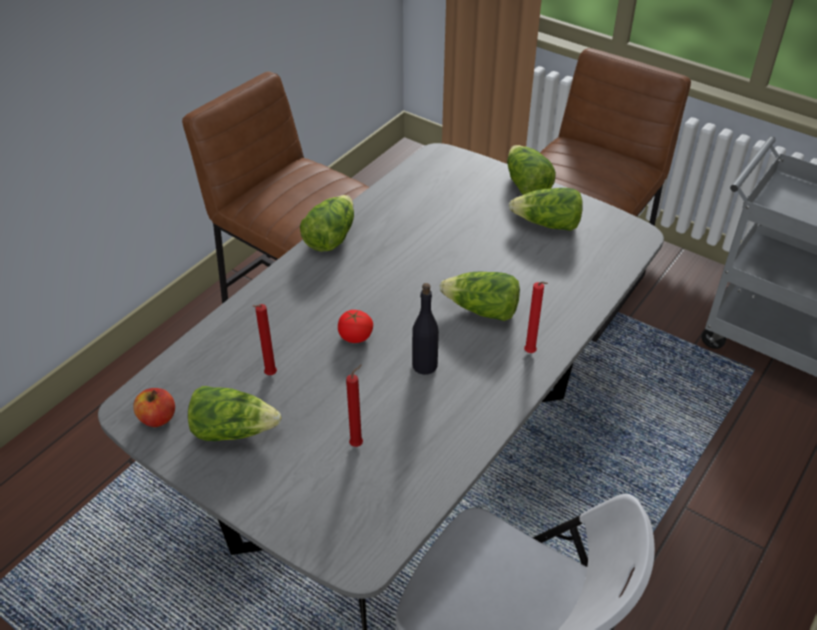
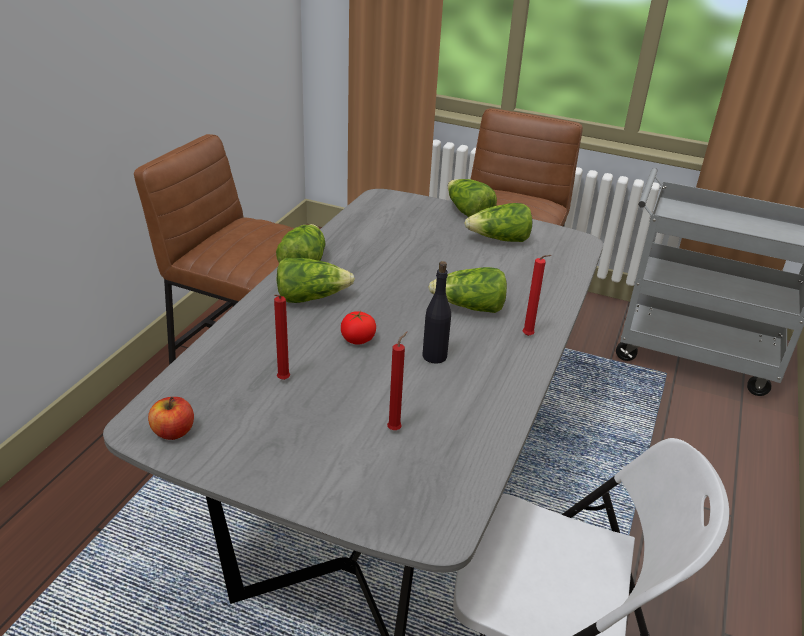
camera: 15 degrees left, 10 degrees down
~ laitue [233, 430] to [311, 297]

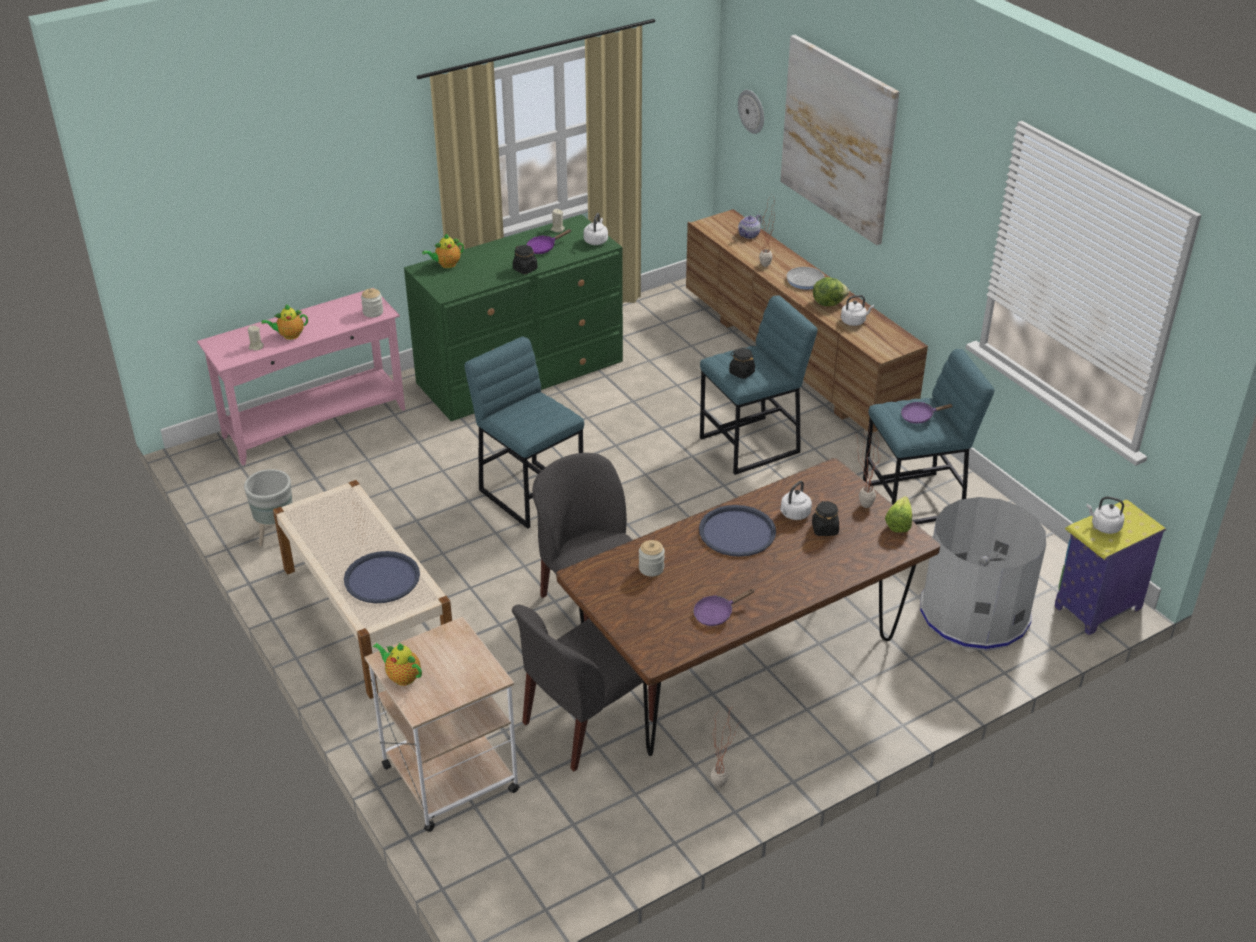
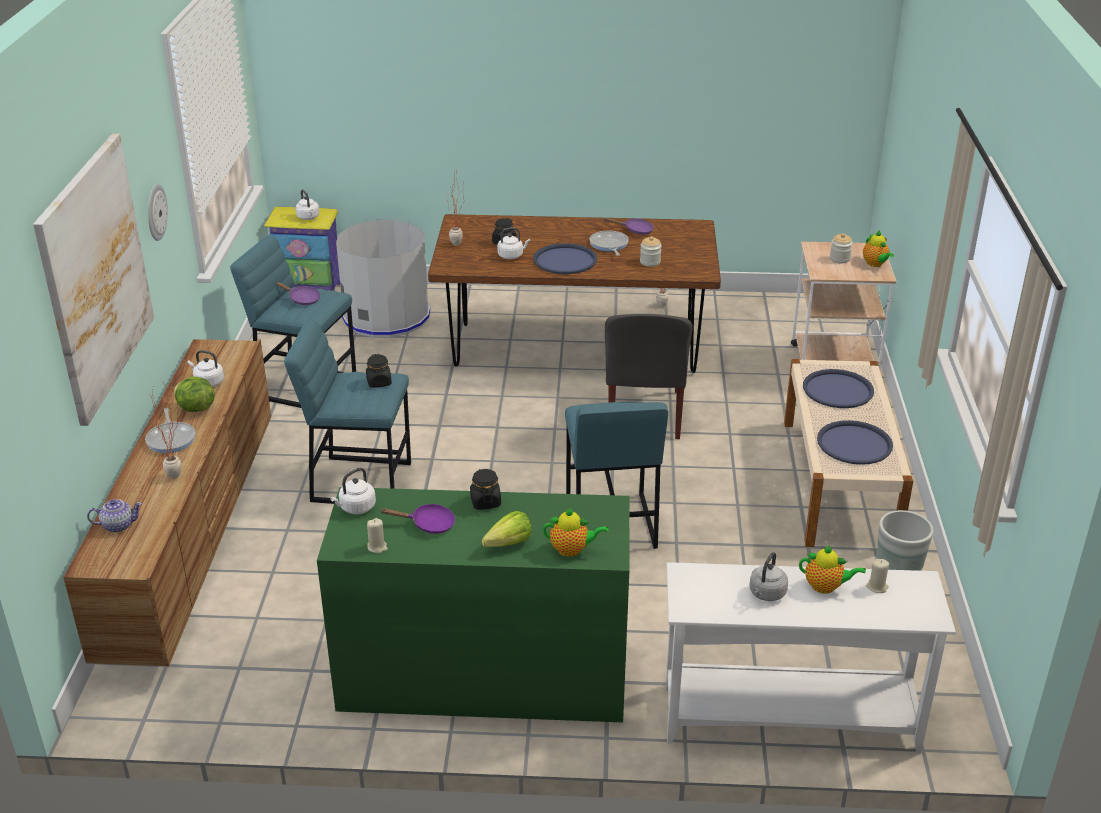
camera: 145 degrees left, 5 degrees down
~ horloge murale [752, 111] to [155, 212]
~ table console (rose) [315, 422] to table console (blanc) [788, 718]
~ bocal [373, 312] to [839, 259]
~ laitue [900, 522] to [504, 545]
- chaise (gris) [586, 723]
+ poêle [609, 245]
+ plateau (bleu) [854, 444]
+ bouilloire (gris) [766, 594]

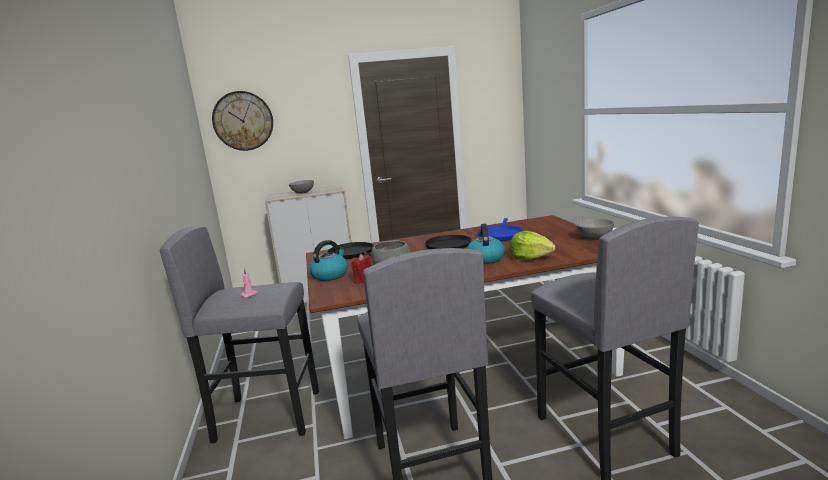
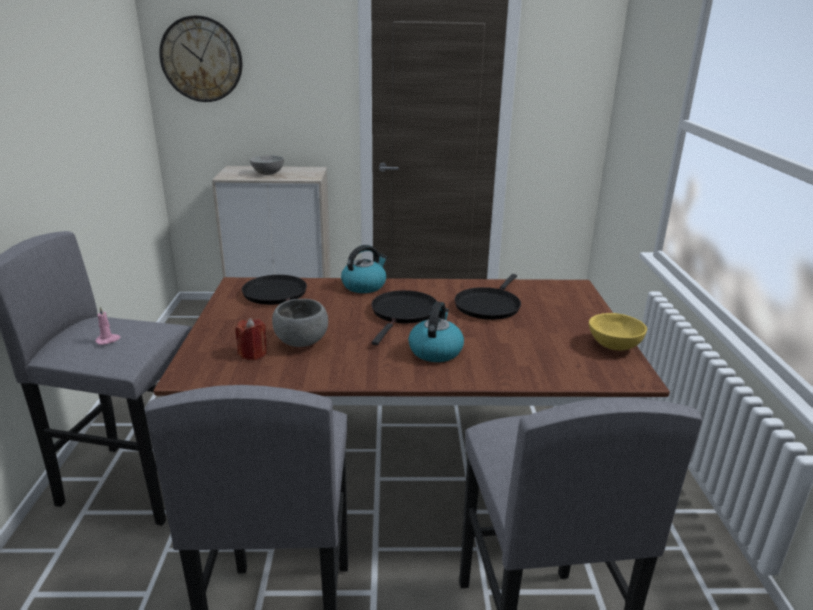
camera: 10 degrees right, 10 degrees up
~ poêle (bleu) [500, 235] to poêle (noir) [488, 305]
~ bol (gris) [594, 238] to bol (jaune) [613, 347]
- laitue [531, 257]
~ bouilloire [330, 275] to [364, 285]

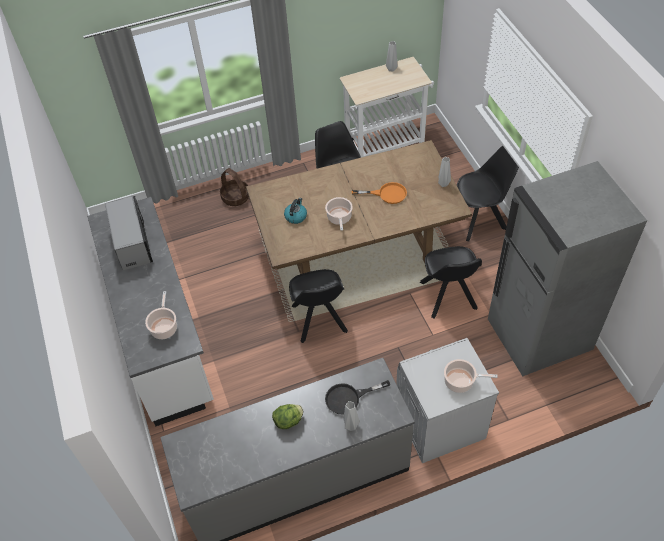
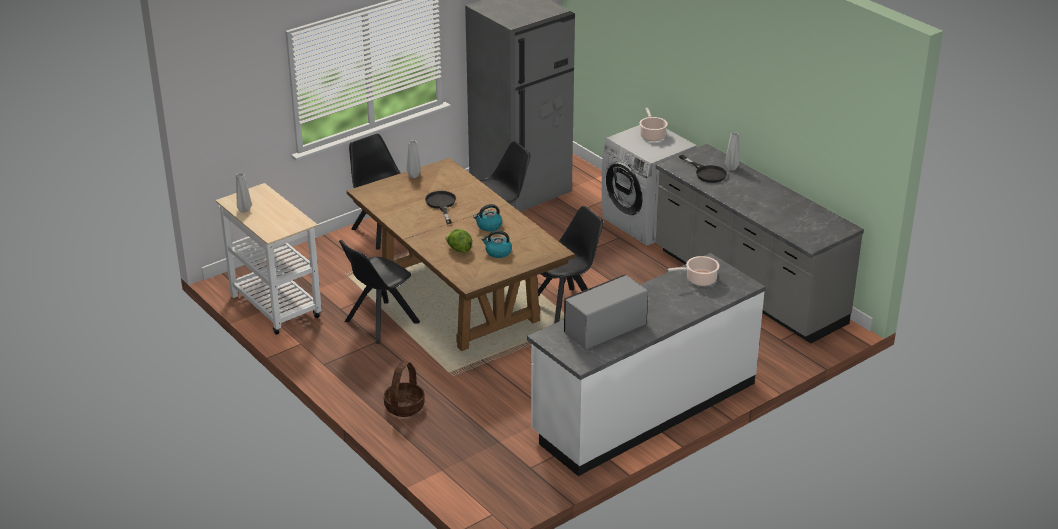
camera: 110 degrees left, 20 degrees down
~ poêle (orange) [387, 194] to poêle (noir) [441, 204]
~ marmite [339, 218] to bouilloire [489, 226]
~ laitue [289, 421] to [459, 249]

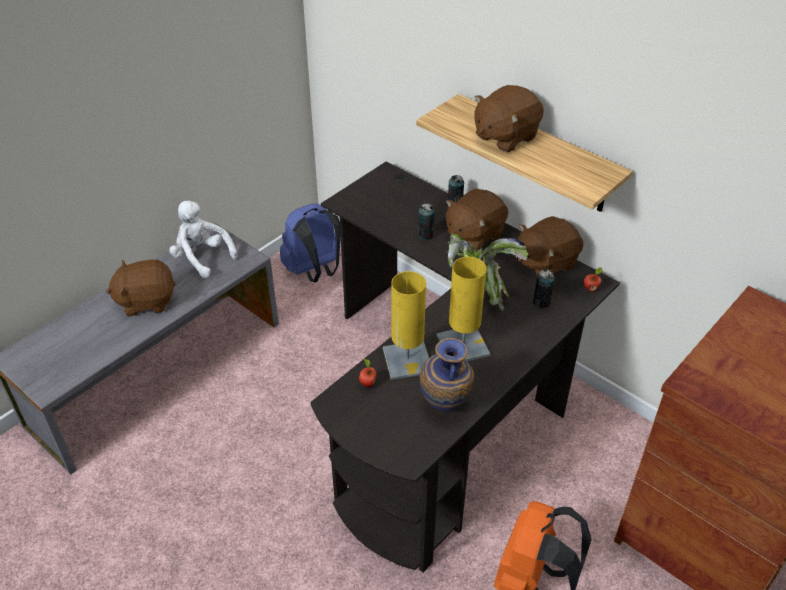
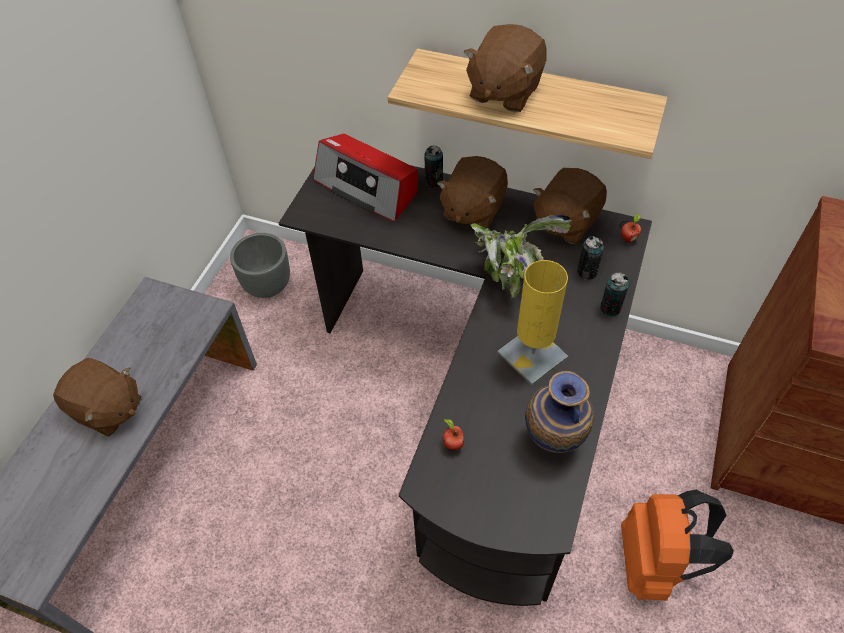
camera: 20 degrees left, 10 degrees up
- peluche (blanc) [202, 257]
~ sac à dos (bleu) [315, 271] to cache-pot (gris) [268, 287]
~ boîte métallique [425, 235] to [610, 308]
~ peluche (marron) [146, 301] = [107, 409] 120 degrees counterclockwise
- lampe de table (jaune) [407, 360]
+ radio [367, 187]

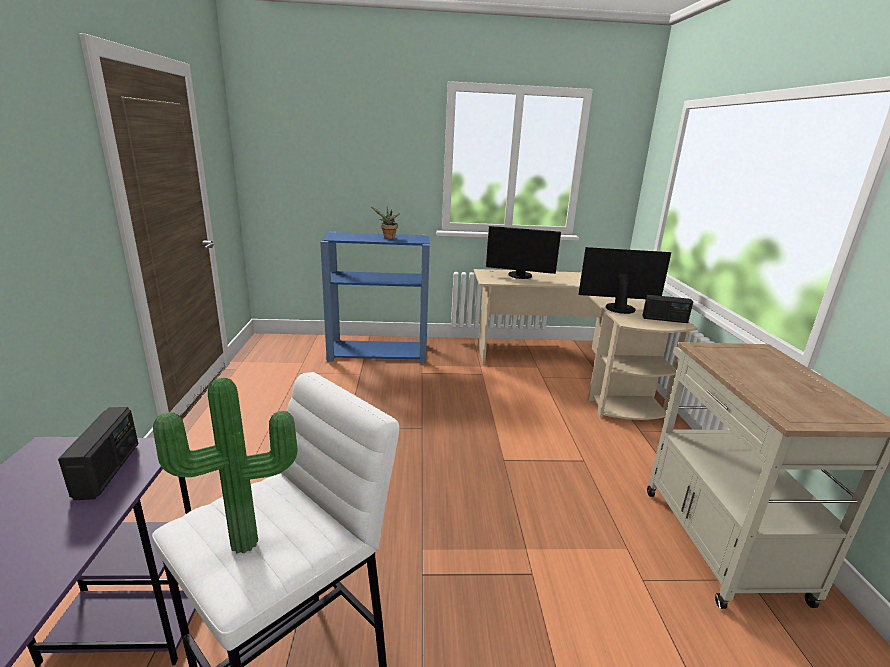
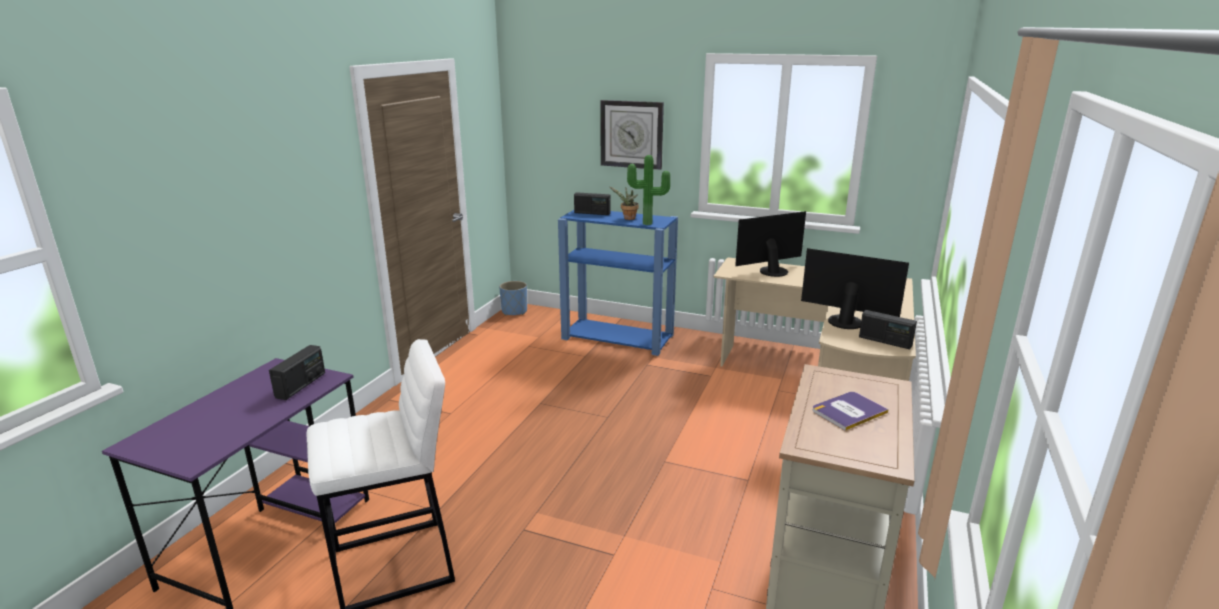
camera: 25 degrees right, 0 degrees up
~ écran d'ordinateur [520, 276] = [771, 271] 120 degrees clockwise
~ plante en pot [245, 547] to [647, 224]
+ horloge murale [631, 134]
+ radio [592, 213]
+ cache-pot (bleu) [514, 311]
+ livre [848, 411]

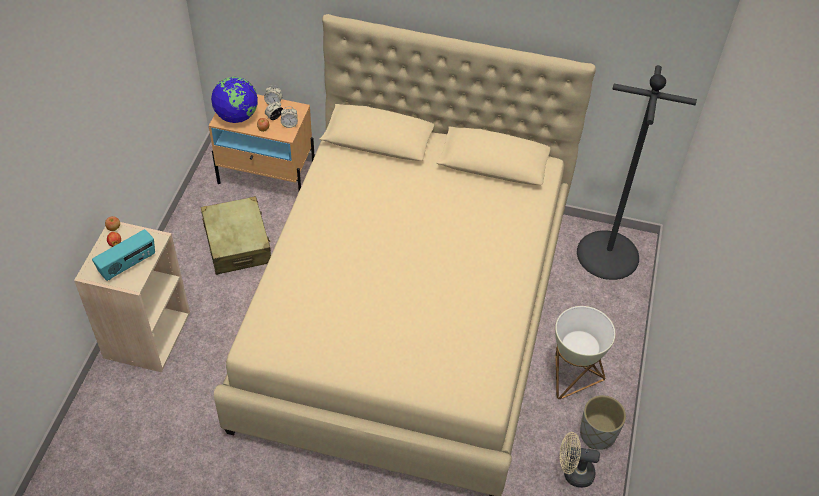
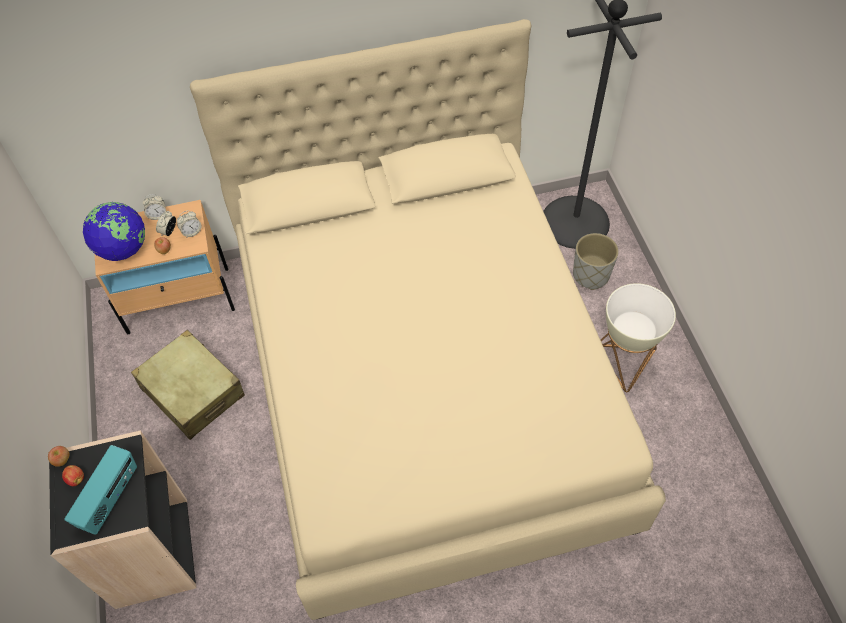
camera: 25 degrees left, 5 degrees up
~ bibliothèque (beige) [146, 334] to bibliothèque (noir) [150, 551]
~ cache-pot (gris) [598, 434] to [591, 275]
- ventilateur (beige) [573, 473]

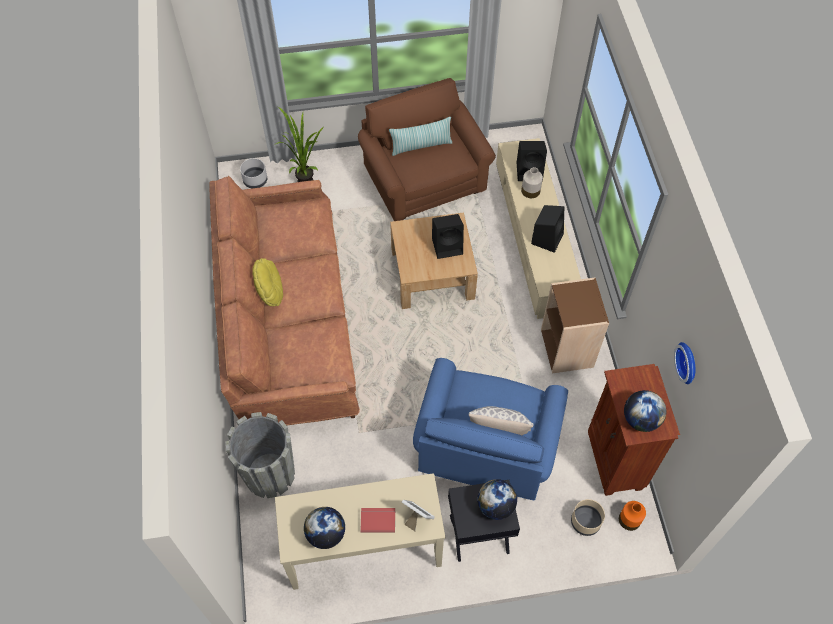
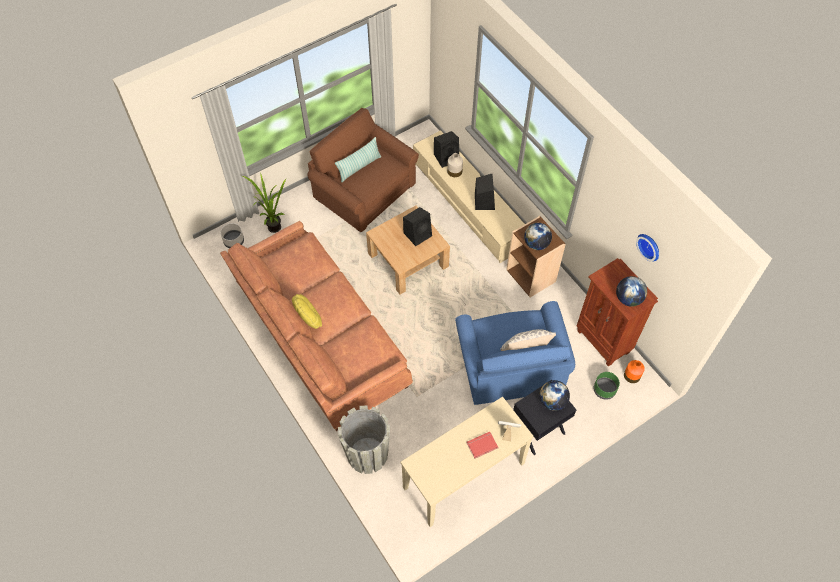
camera: 25 degrees left, 0 degrees up
~ cache-pot (beige) [585, 522] to cache-pot (vert) [604, 390]
~ globe [326, 534] to [536, 244]

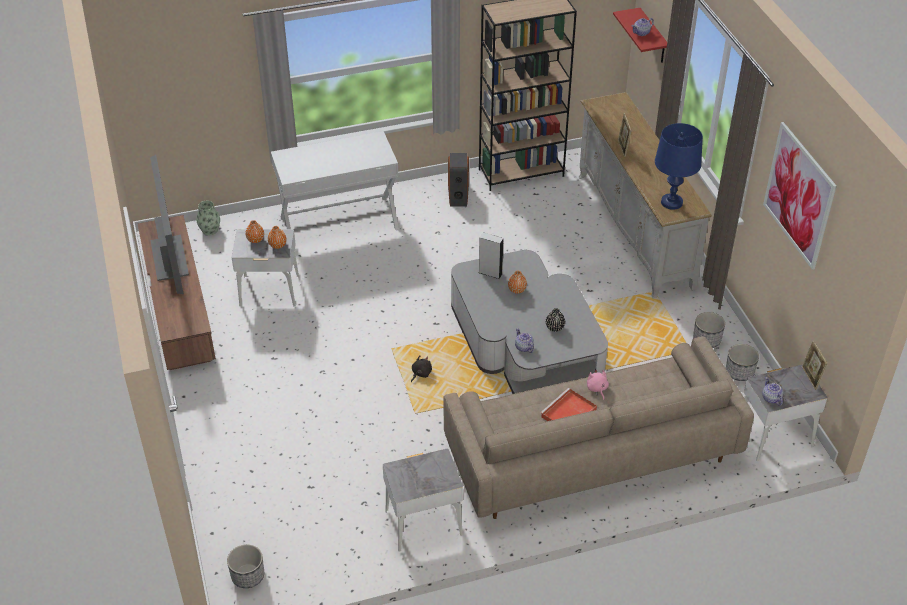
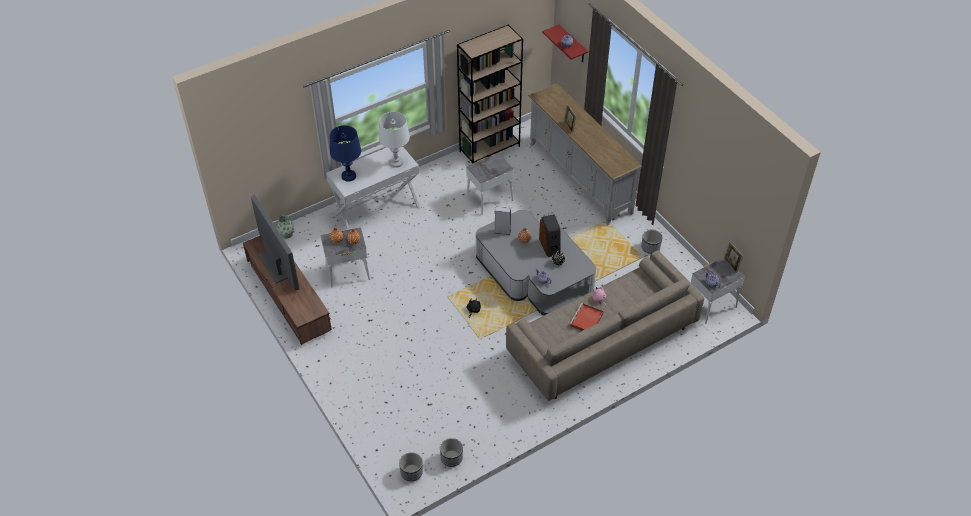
camera: 15 degrees left, 5 degrees up
- tableau [799, 195]
~ lampe de table (bleu) [671, 202] to [348, 176]
~ enceinte [458, 195] to [550, 246]
~ cache-pot [739, 372] to [451, 458]
~ table d'appoint [422, 522] to [489, 198]
+ lampe de table (blanc) [396, 162]

